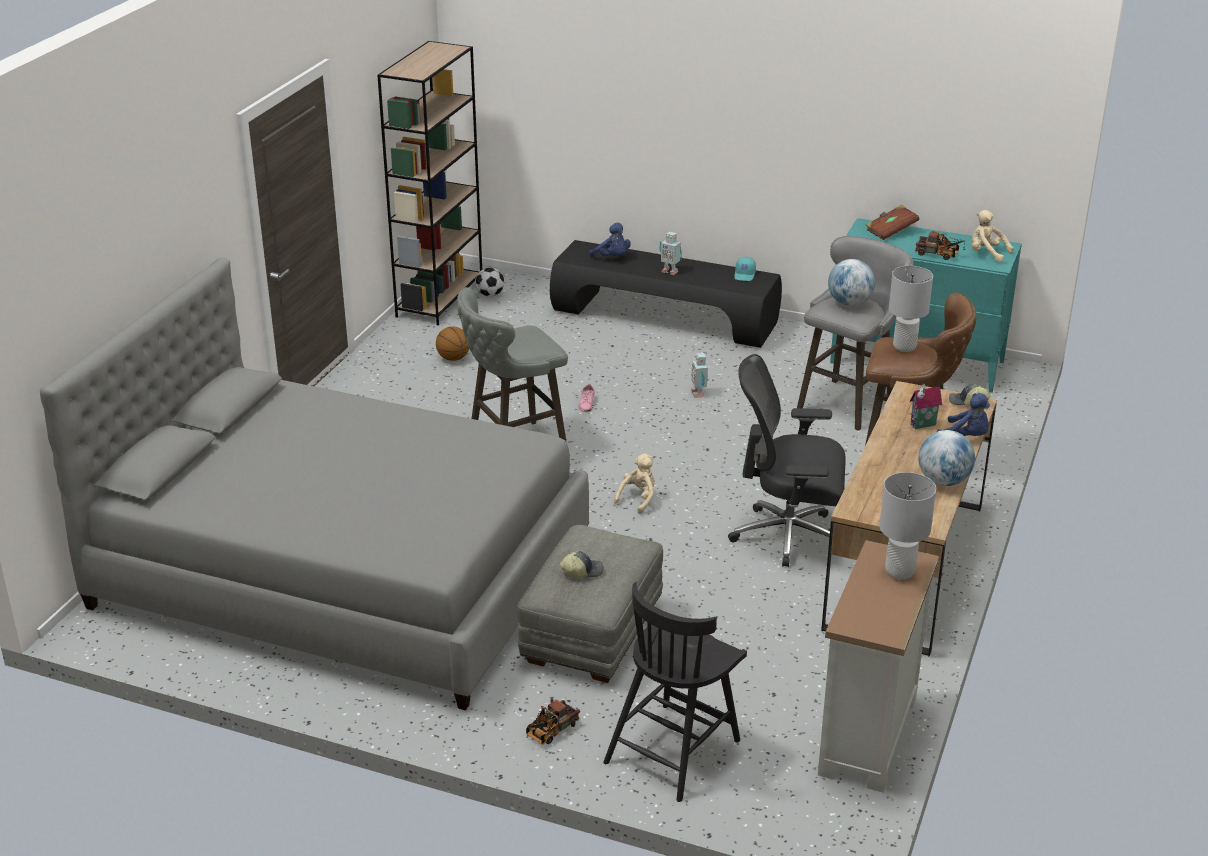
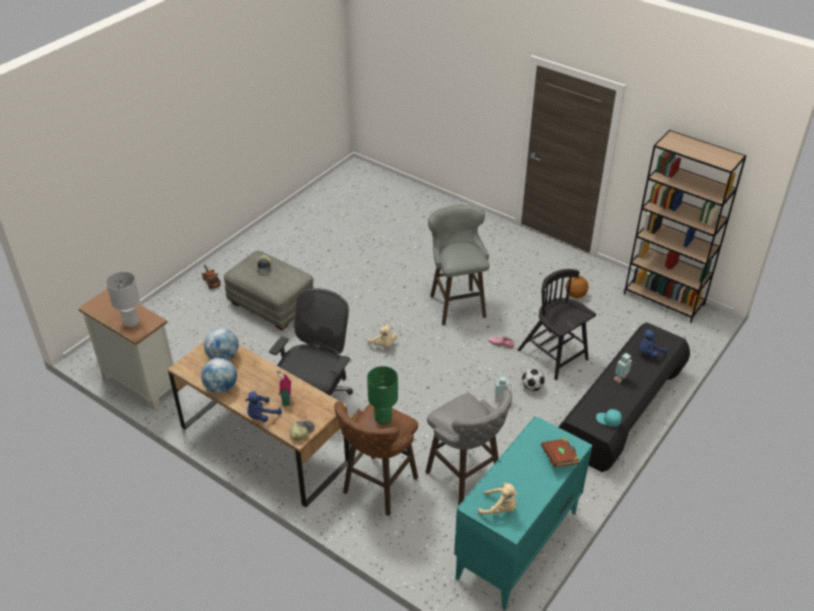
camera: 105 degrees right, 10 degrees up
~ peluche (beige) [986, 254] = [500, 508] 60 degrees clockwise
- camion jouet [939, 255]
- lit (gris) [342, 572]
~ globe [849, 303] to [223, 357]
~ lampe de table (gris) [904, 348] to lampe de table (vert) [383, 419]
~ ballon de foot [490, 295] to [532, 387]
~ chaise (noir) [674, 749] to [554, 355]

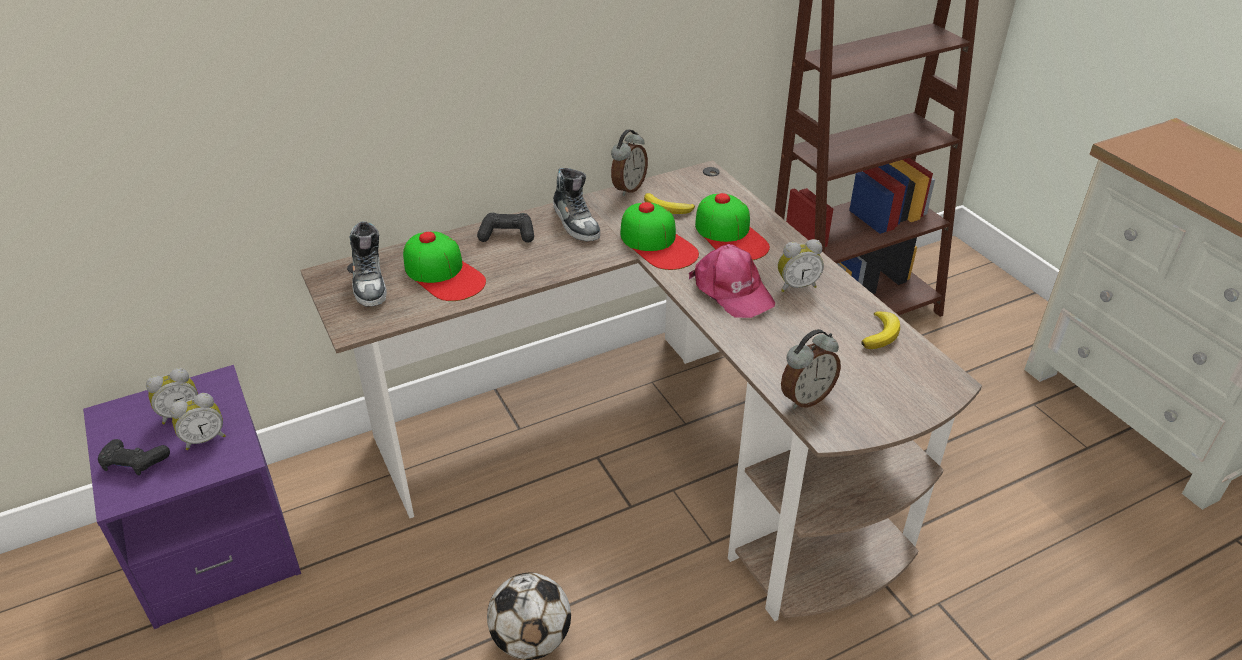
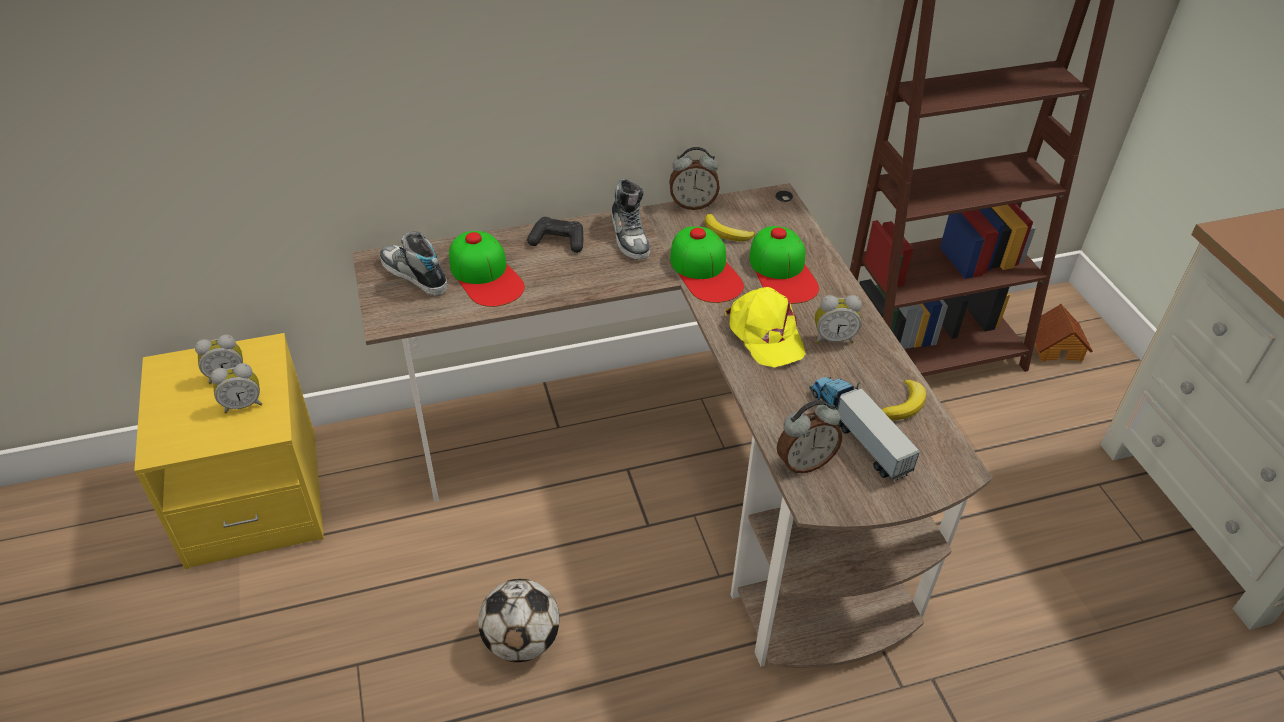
camera: 10 degrees right, 5 degrees up
~ réveil [628, 188] = [692, 204] 45 degrees clockwise
~ chaussure [370, 282] = [414, 275] 135 degrees clockwise
~ casquette (rose) [731, 290] to casquette (jaune) [765, 334]
~ table de chevet (violet) [217, 545] to table de chevet (jaune) [254, 498]
- manette (noir) [134, 463]
+ maison miniature [1055, 347]
+ camion jouet [858, 432]

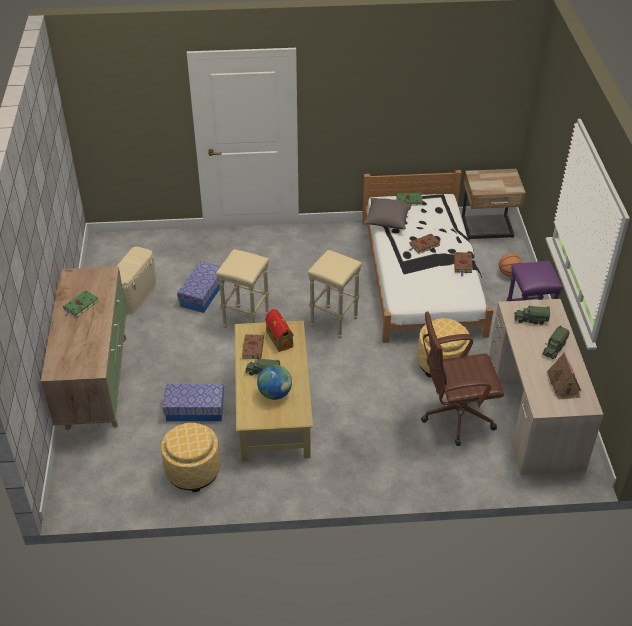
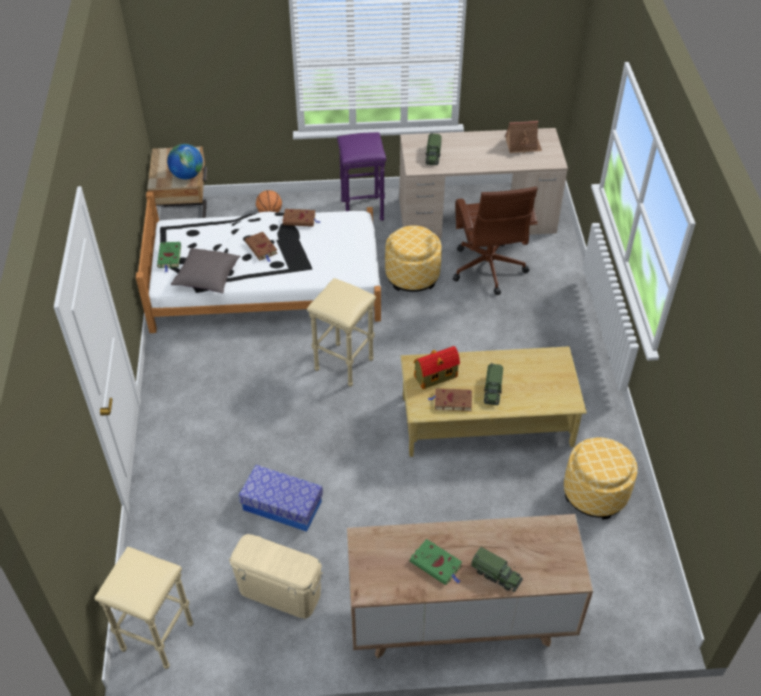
camera: 90 degrees left, 5 degrees up
~ tabouret (beige) [245, 321] to [158, 638]
~ camion jouet [554, 348] to [496, 575]
~ globe [275, 393] to [187, 175]
- boîte de rangement [195, 410]

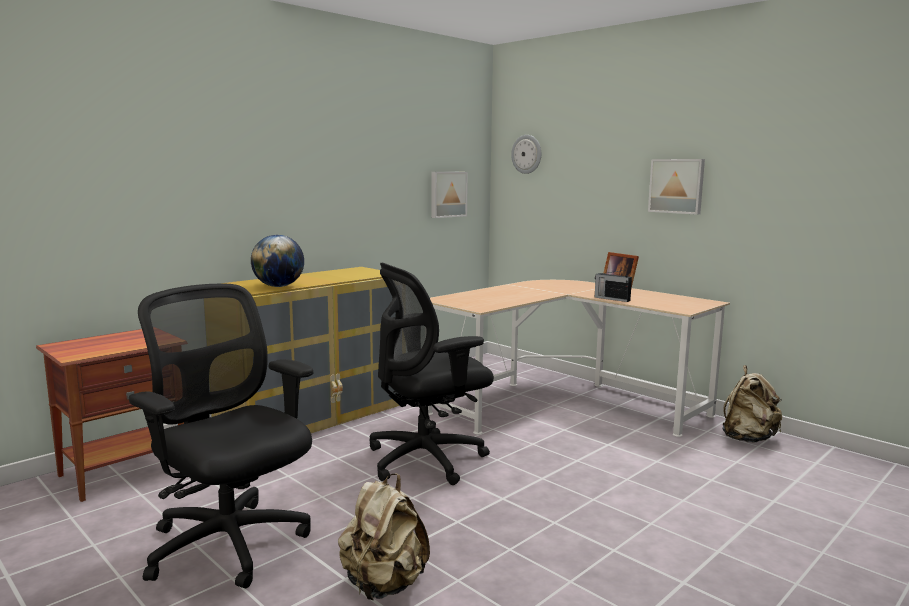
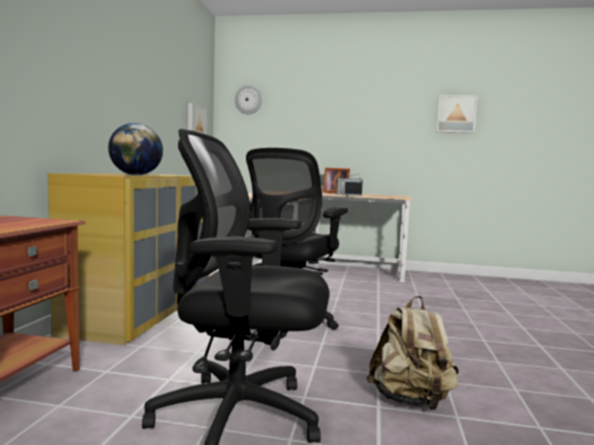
camera: 35 degrees left, 5 degrees down
~ tableau [677, 186] to [456, 114]
- sac à dos (beige) [748, 439]

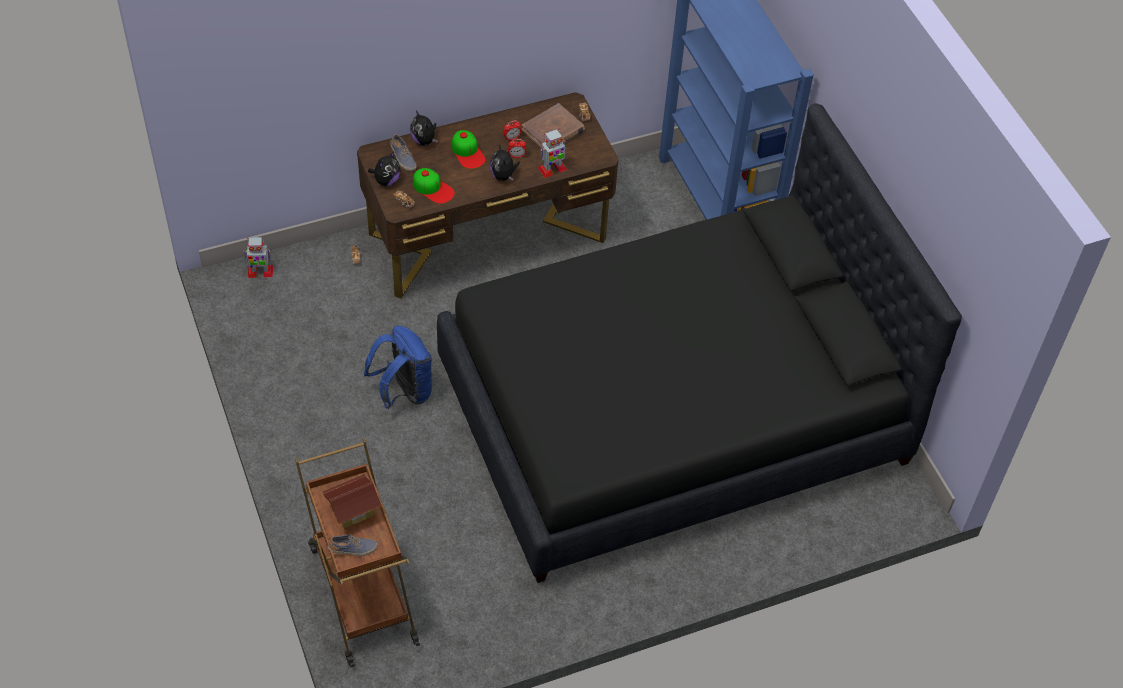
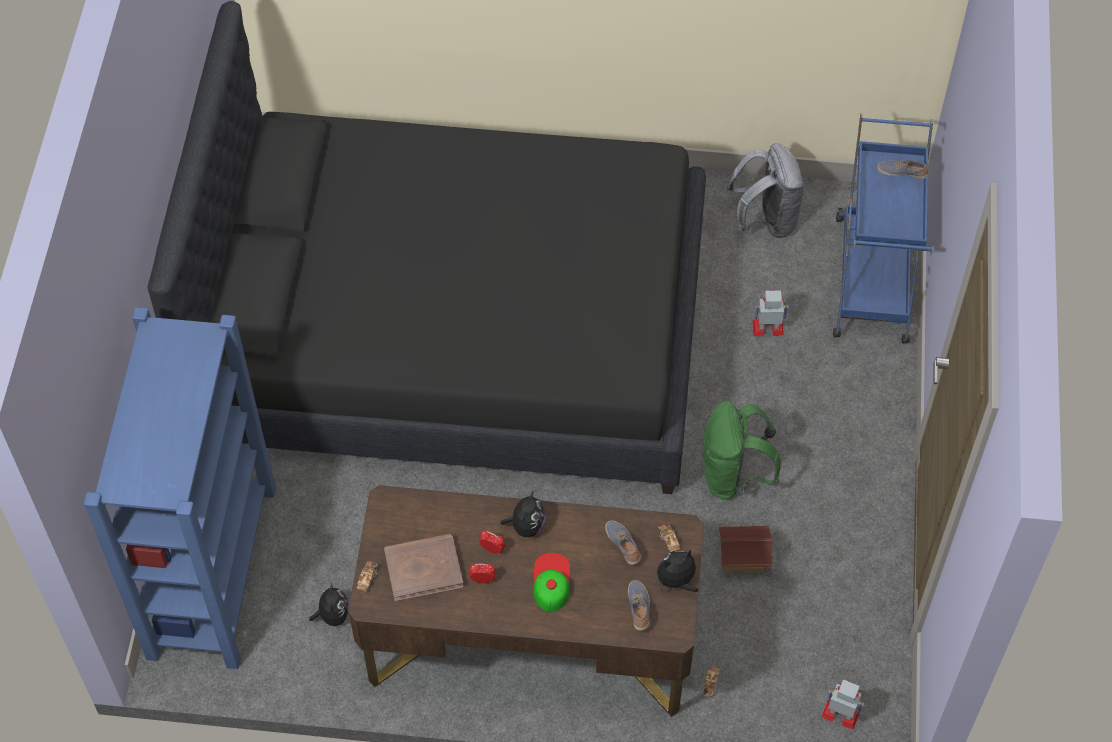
camera: 150 degrees left, 5 degrees up
~ peluche [424, 141] to [333, 615]
~ robot jouet [552, 169] to [768, 328]
~ casquette [433, 188] to chaussure [623, 545]
~ sac à dos (bleu) [403, 392] to sac à dos (vert) [733, 476]
~ chariot (marron) [362, 593] to chariot (bleu) [871, 281]
~ maison miniature [353, 511] to [743, 559]
+ sac à dos (gris) [766, 220]

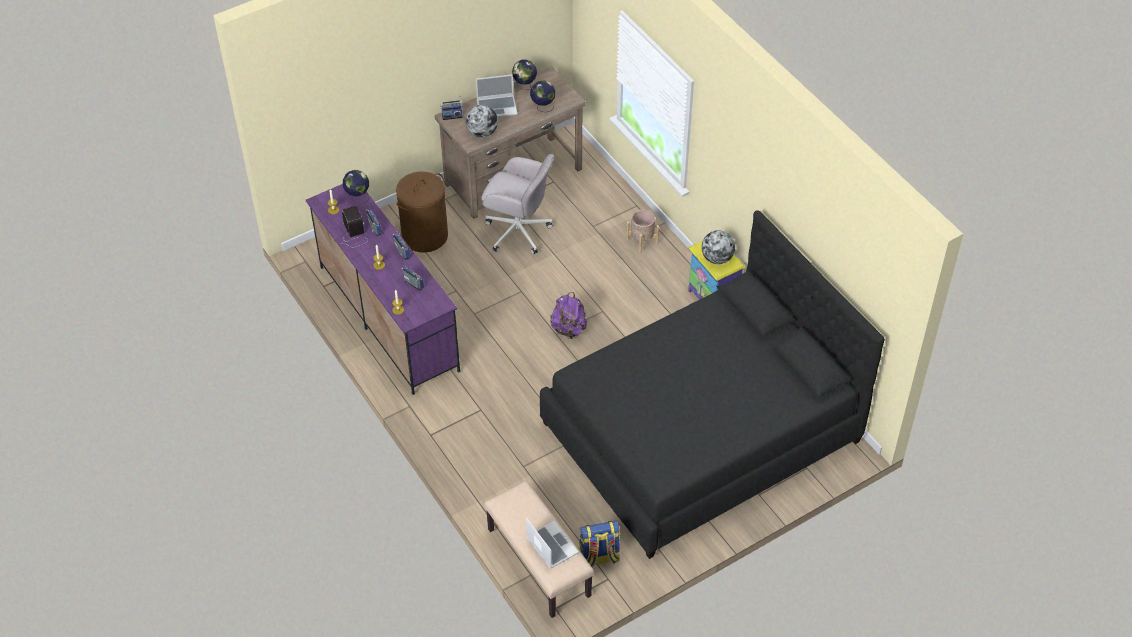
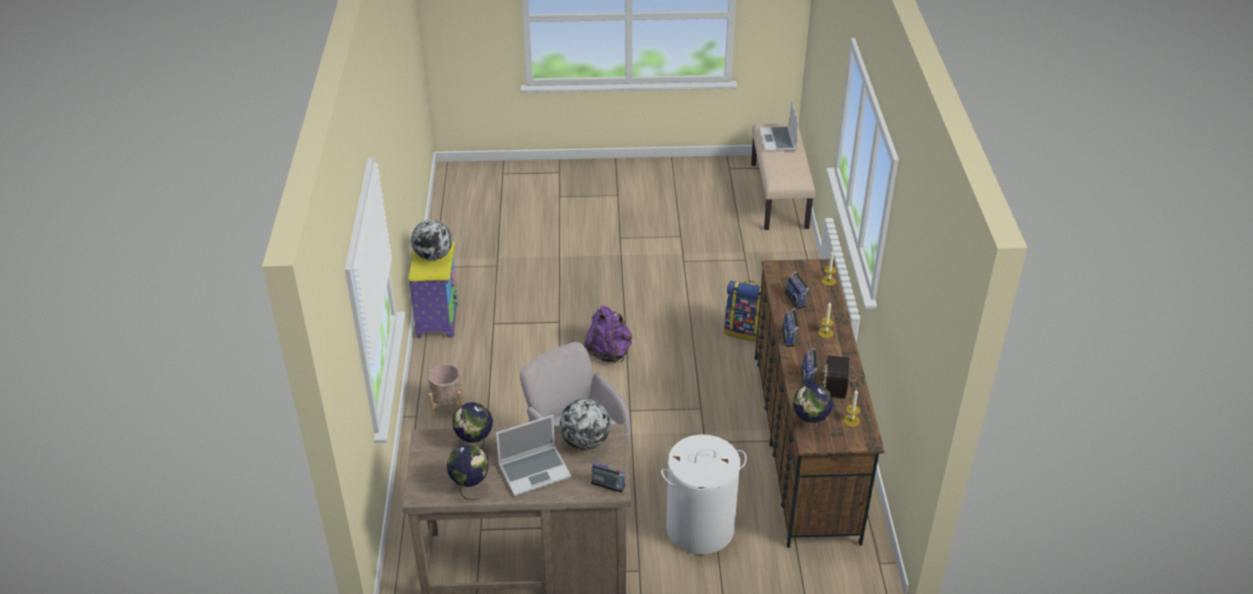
camera: 150 degrees left, 10 degrees down
~ ordinateur portable [497, 107] = [535, 471] 135 degrees clockwise
~ panier à linge (marron) [424, 236] to panier à linge (blanc) [700, 528]
~ commode (violet) [387, 318] to commode (marron) [805, 445]
- lit (noir) [701, 432]
~ sac à dos [599, 557] to [746, 331]

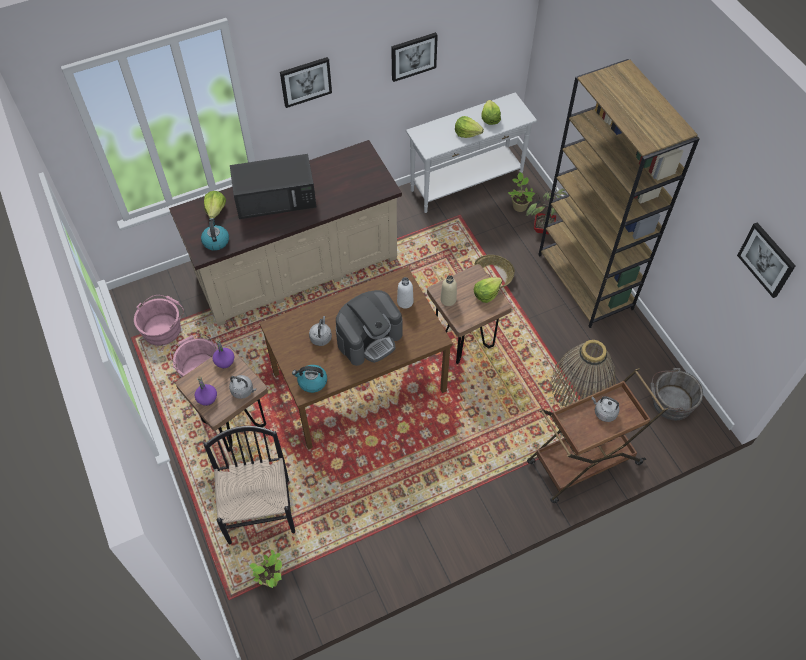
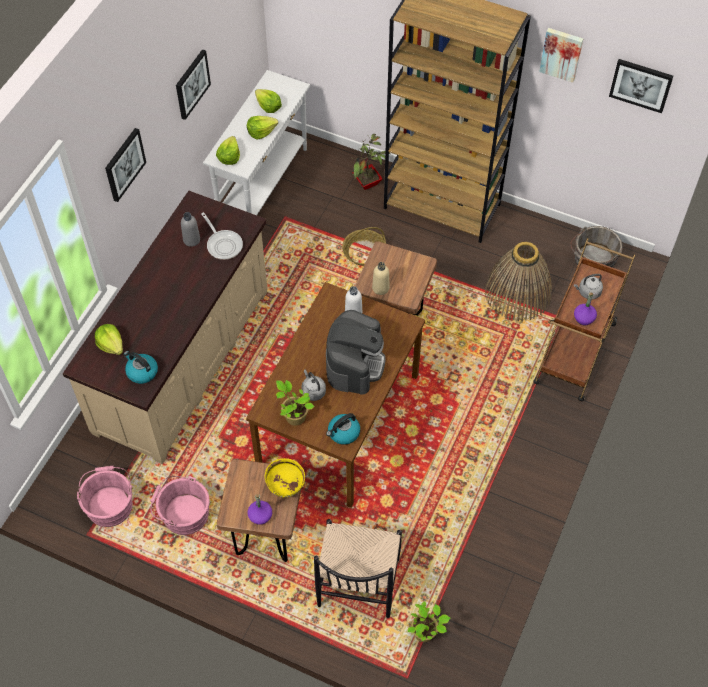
camera: 40 degrees left, 0 degrees up
- micro-ondes (noir) [276, 197]
~ plante en pot [519, 206] to [294, 416]
~ laitue [486, 293] to [229, 157]
~ bouteille (violet) [224, 361] to [583, 318]
~ bouilloire (gris) [243, 391] to bol (jaune) [286, 486]
~ chaise (noir) [259, 507] = [357, 586] 120 degrees counterclockwise
+ tableau [561, 53]
+ bouteille (gris) [191, 240]
+ poêle [223, 244]

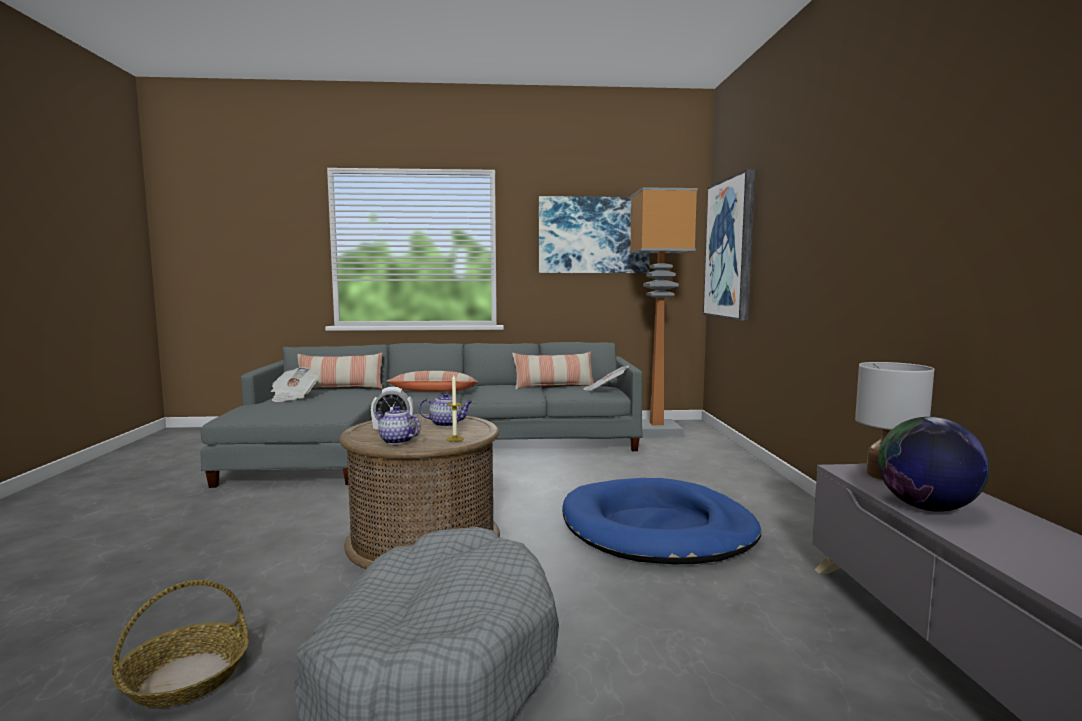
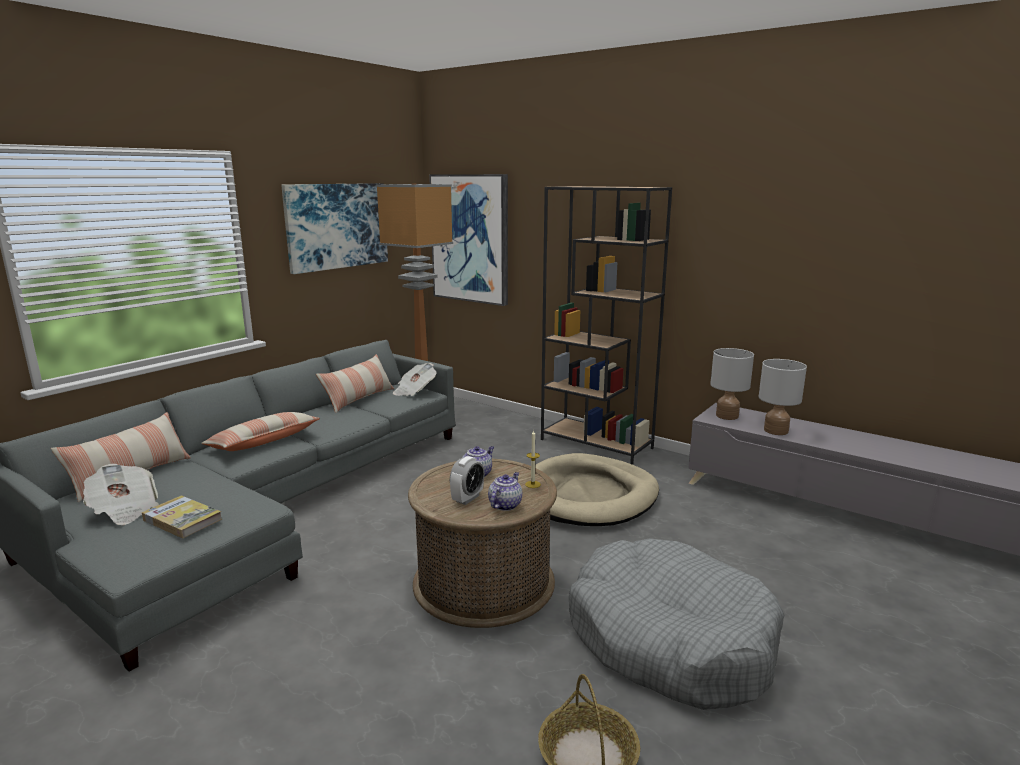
camera: 50 degrees left, 10 degrees up
~ théière [396, 441] = [505, 505] 135 degrees clockwise
~ globe [926, 508] to lampe de table (gris) [775, 431]
~ panier pour chien (bleu) [657, 529] to panier pour chien (beige) [588, 496]
+ bibliothèque [597, 444]
+ livre [182, 519]

